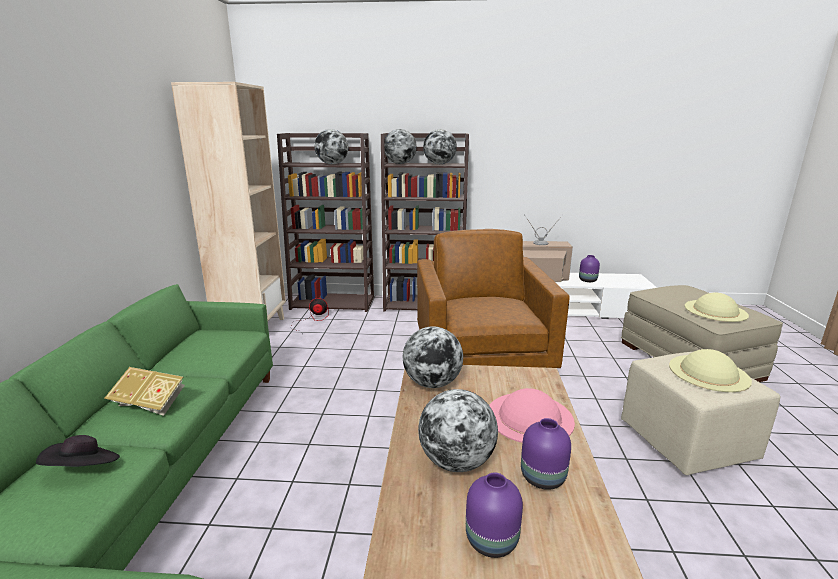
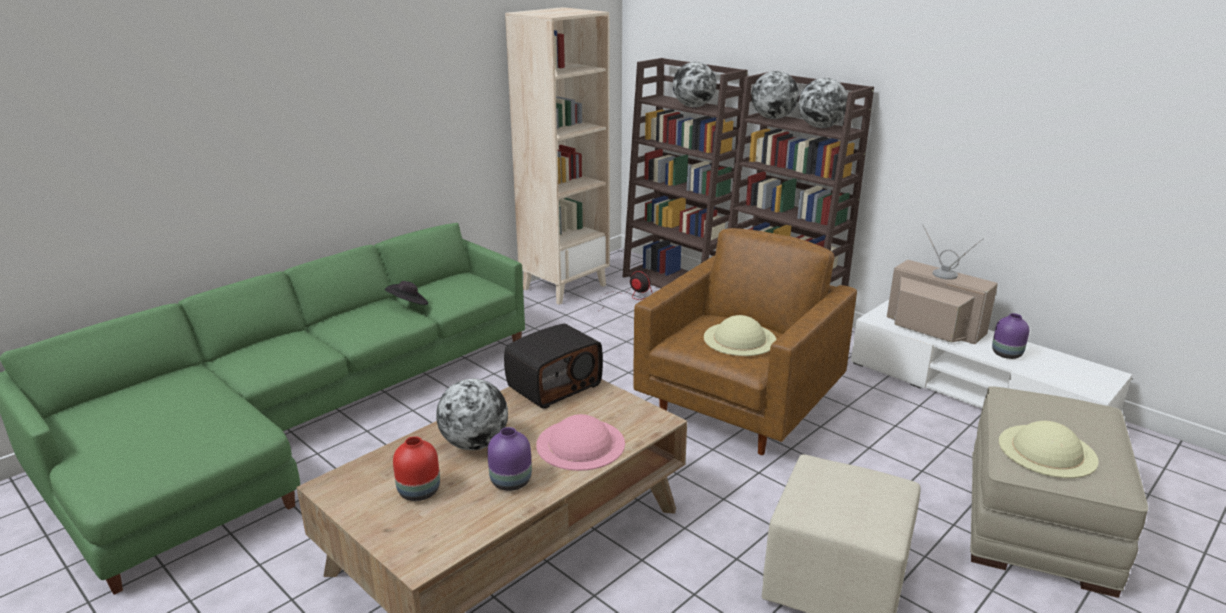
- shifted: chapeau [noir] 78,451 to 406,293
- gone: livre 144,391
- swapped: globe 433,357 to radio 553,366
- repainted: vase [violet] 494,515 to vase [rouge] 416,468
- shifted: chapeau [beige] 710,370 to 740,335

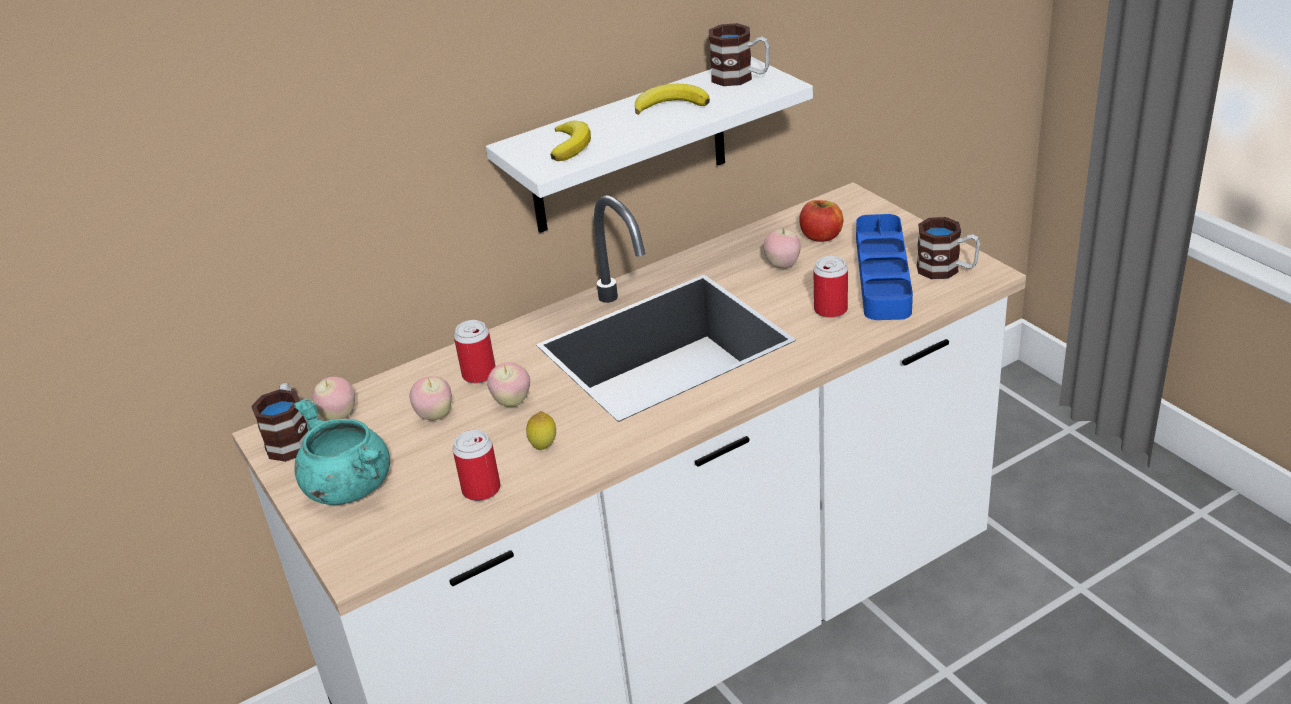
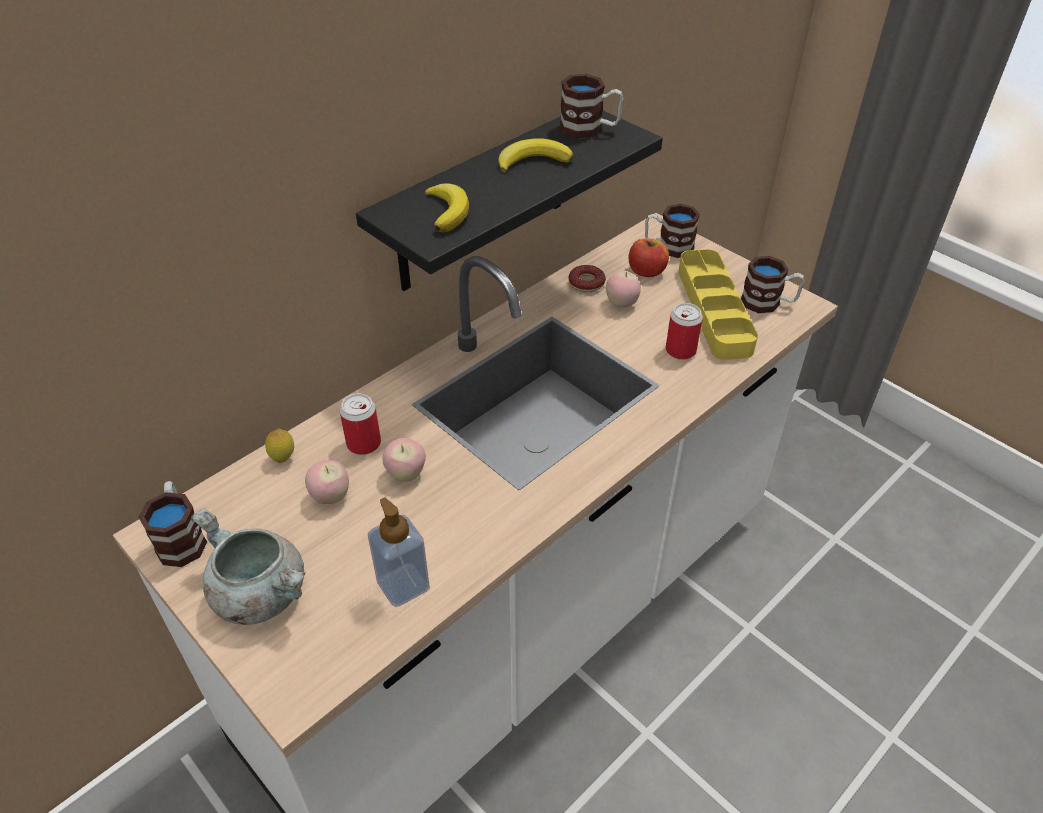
- repainted: marmite [turquoise] 342,451 to marmite [gris] 248,566
- gone: pomme 333,398
- swapped: boîte métallique 476,465 to distributeur de savon 399,552
- repainted: étagère [blanc] 649,145 to étagère [noir] 509,201
- shifted: citron 541,430 to 279,446
- repainted: plateau [bleu] 884,267 to plateau [jaune] 718,304
- new: beignet 587,278
- new: mug 672,231

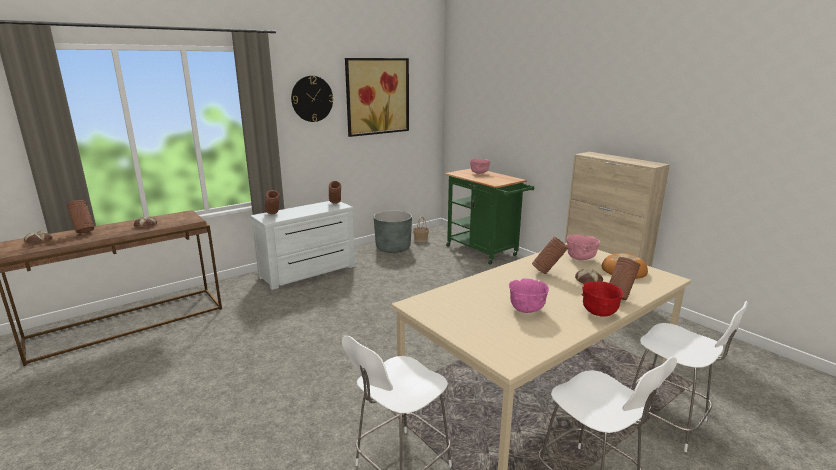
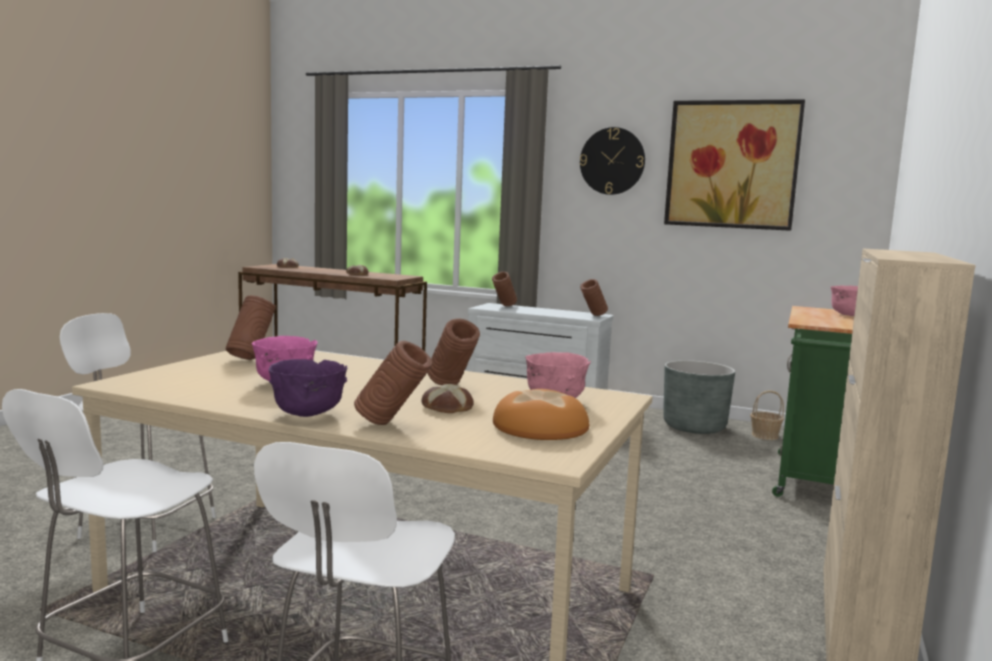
- shifted: vase [marron] 80,216 to 251,327
- repainted: bol [rouge] 602,299 to bol [violet] 308,388

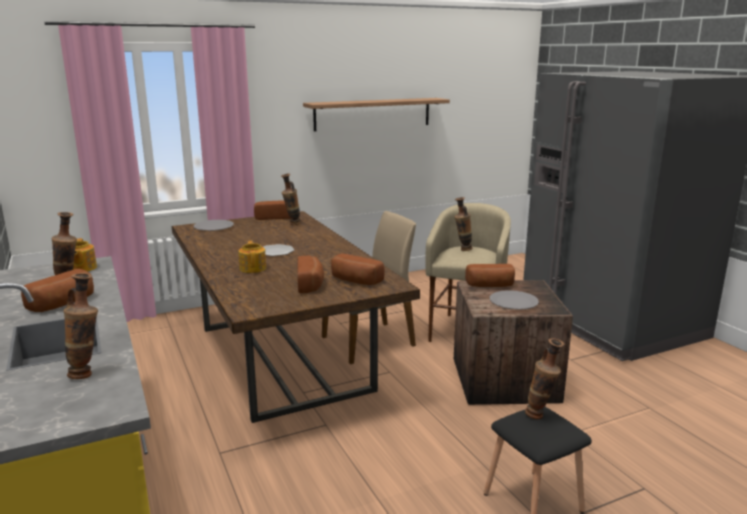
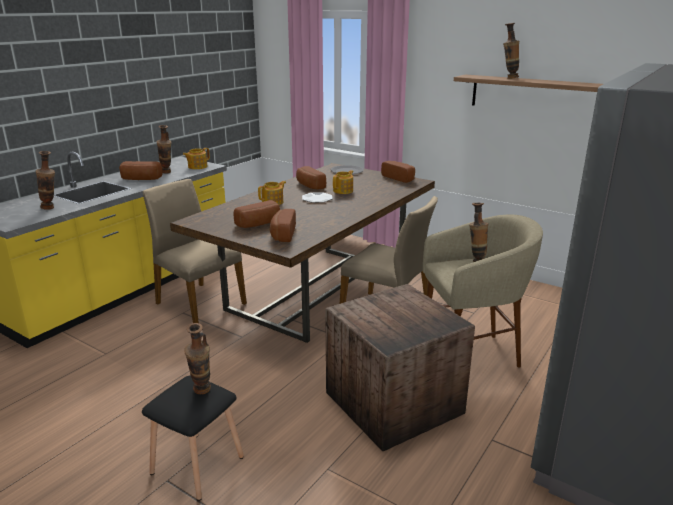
- shifted: vase 291,199 to 511,51
- shifted: pain 490,275 to 311,178
- gone: assiette [gris] 514,300
- new: chaise [beige] 195,251
- new: théière 343,182

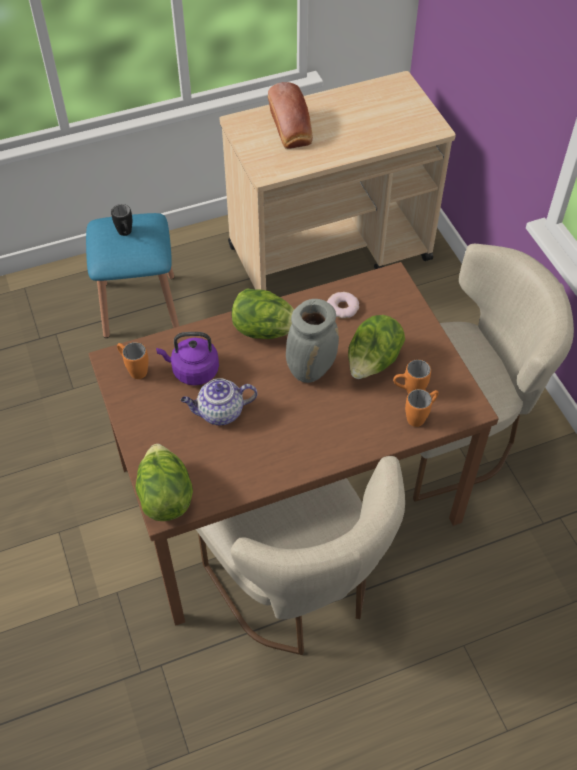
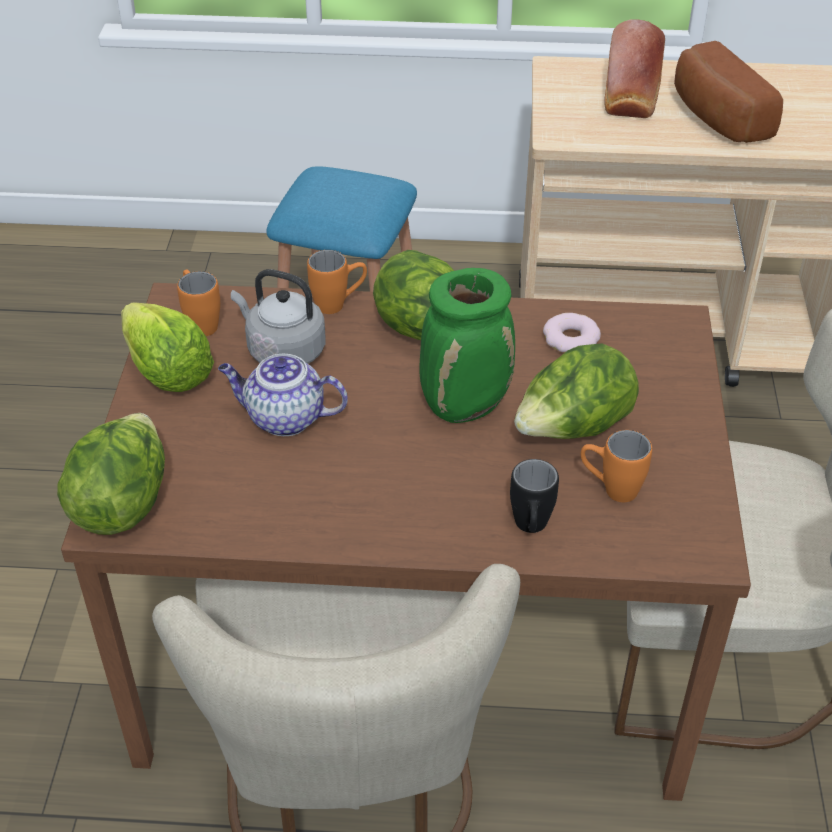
- shifted: mug [noir] 121,220 to 534,496
- repainted: bouilloire [violet] 187,359 to bouilloire [gris] 278,316
- repainted: vase [gris] 312,341 to vase [vert] 467,345
- shifted: mug [orange] 422,408 to 337,282
- new: laitue 167,347
- new: pain 728,92

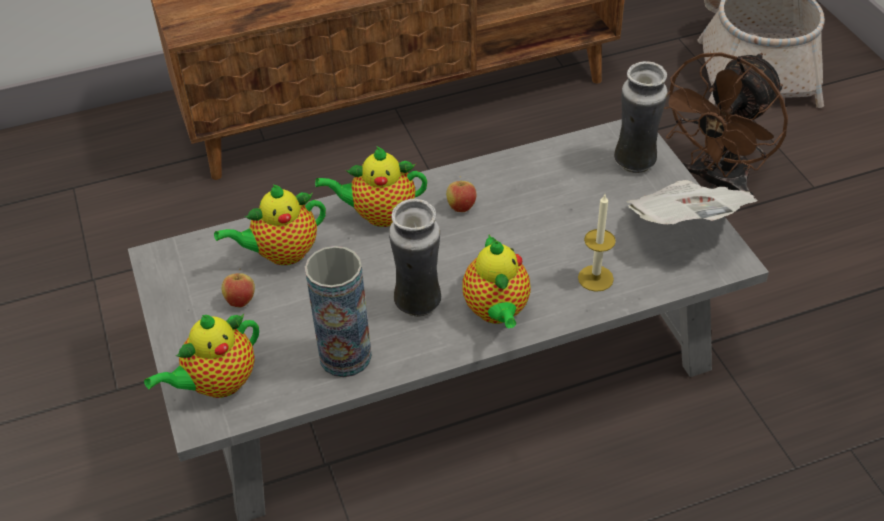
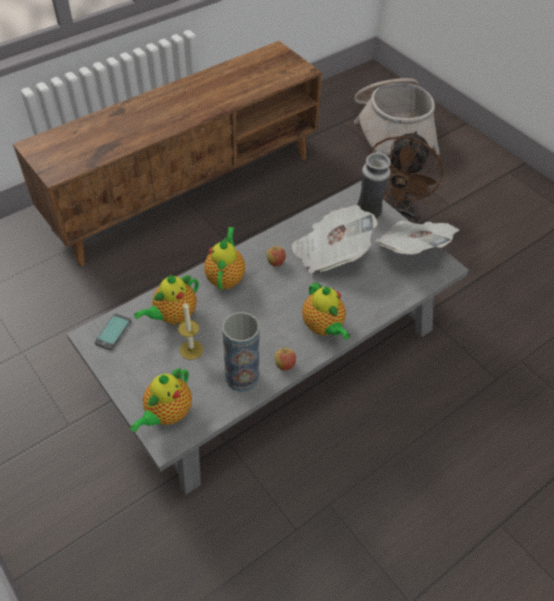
- shifted: pomme 238,288 to 285,357
- rotated: théière 371,186 = 224,258 120 degrees clockwise
- gone: vase 415,258
- shifted: bougie 597,243 to 190,331
- new: téléphone 112,331
- new: journal 334,239

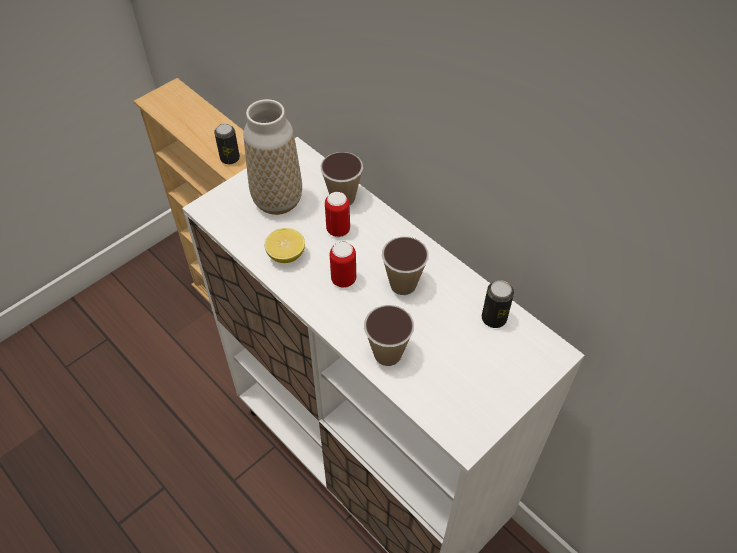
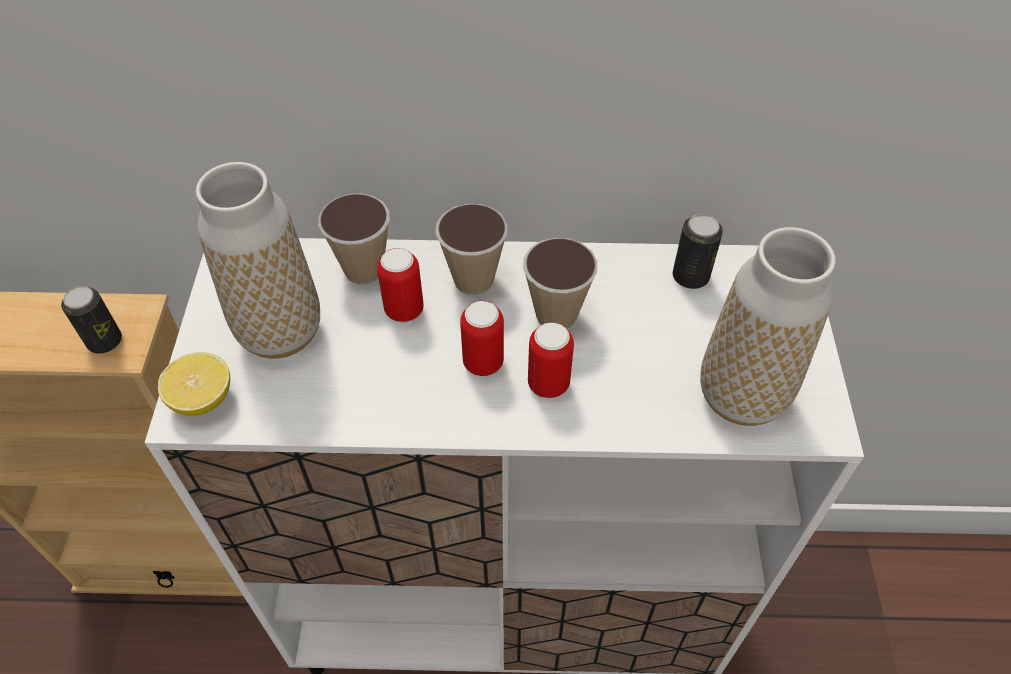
- shifted: citron 285,245 to 194,384
- shifted: tasse 389,335 to 471,249
- new: boîte métallique 551,360
- new: vase 768,326

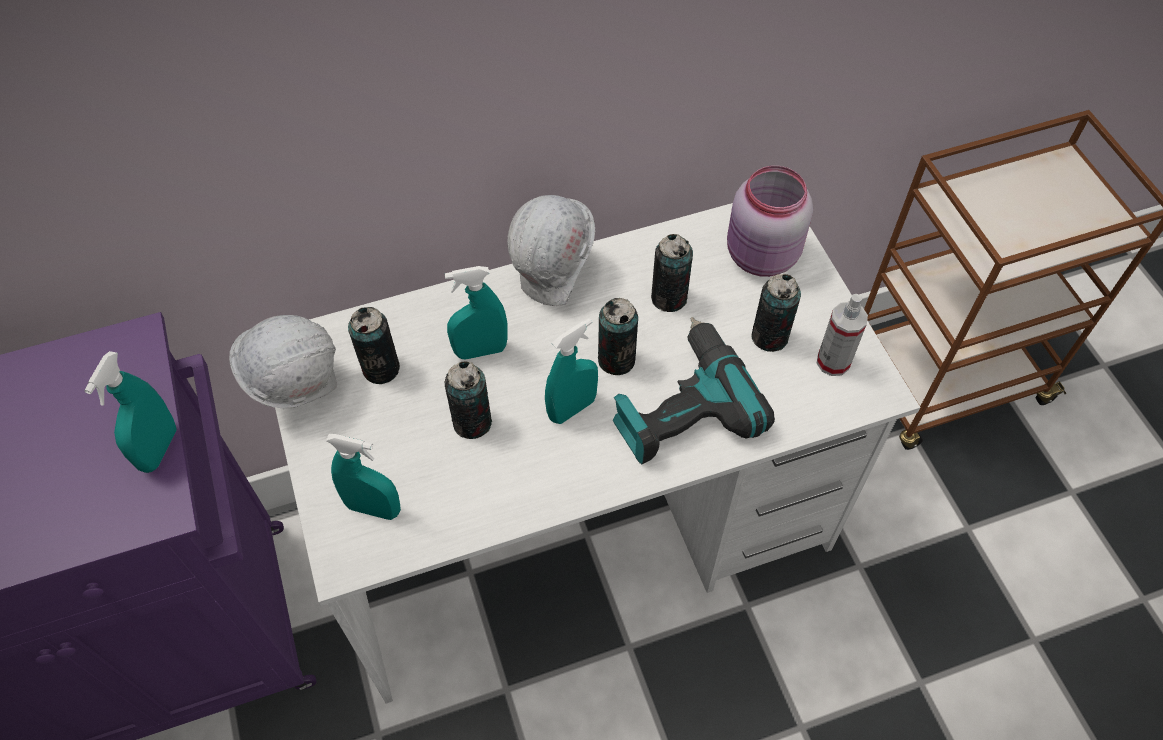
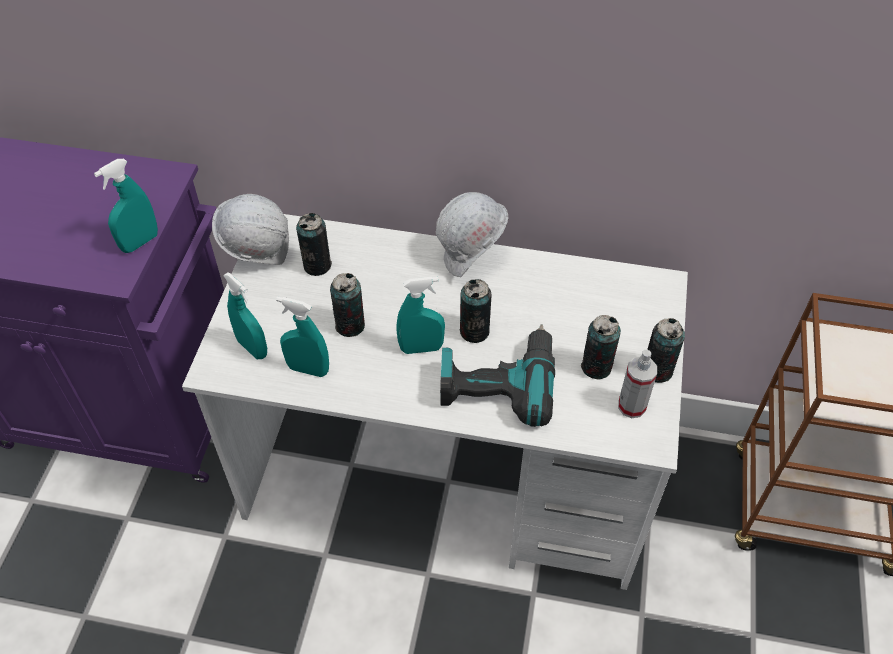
- shifted: vaporisateur [turquoise] 476,312 to 302,337
- shifted: boîte métallique 672,273 to 666,350
- gone: bocal [rose] 770,221

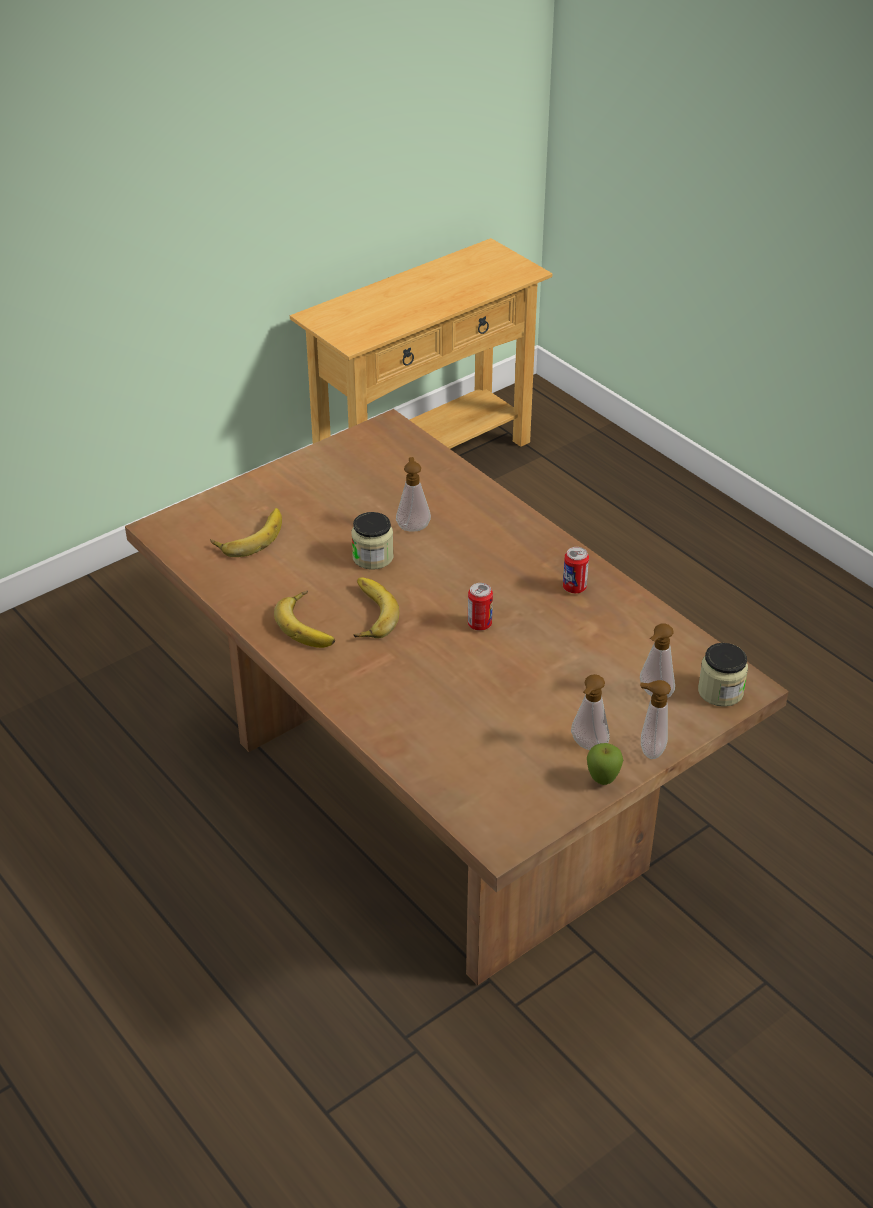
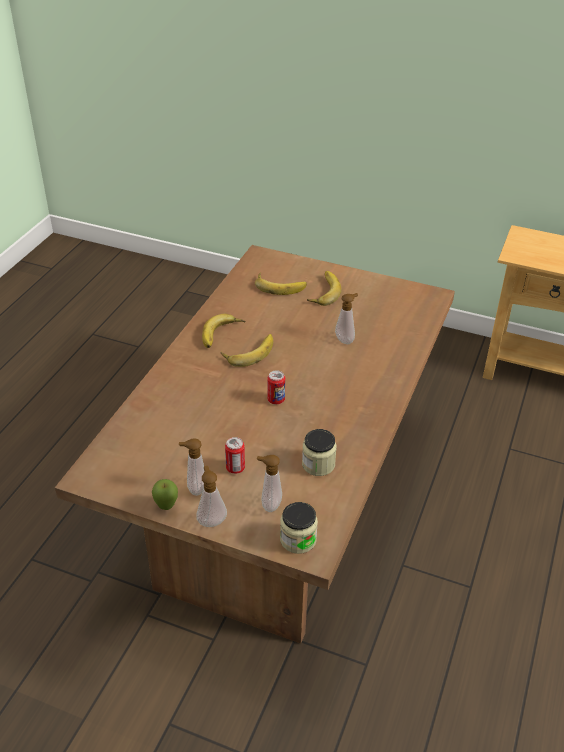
- shifted: bocal 372,541 to 319,452
- shifted: boîte métallique 576,570 to 235,455
- new: banane 324,288

